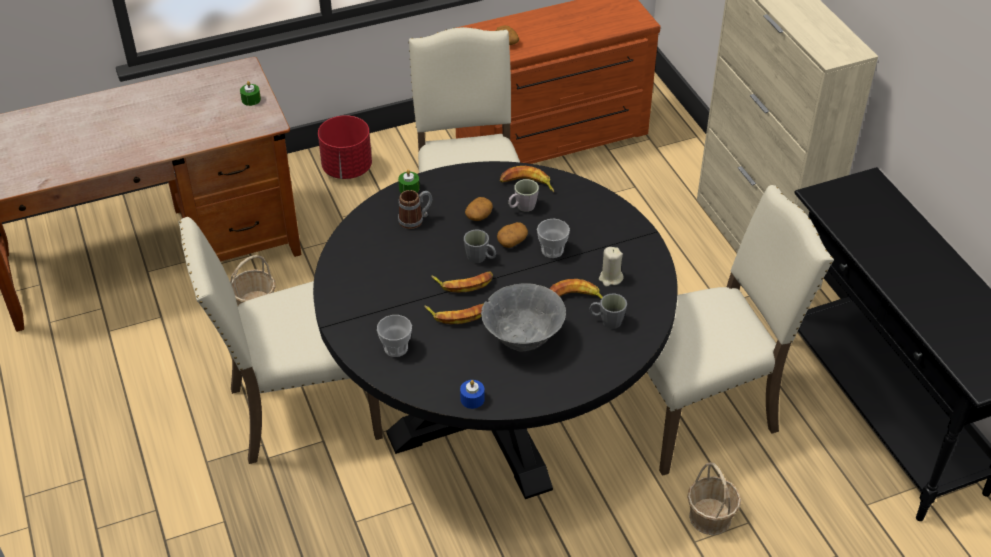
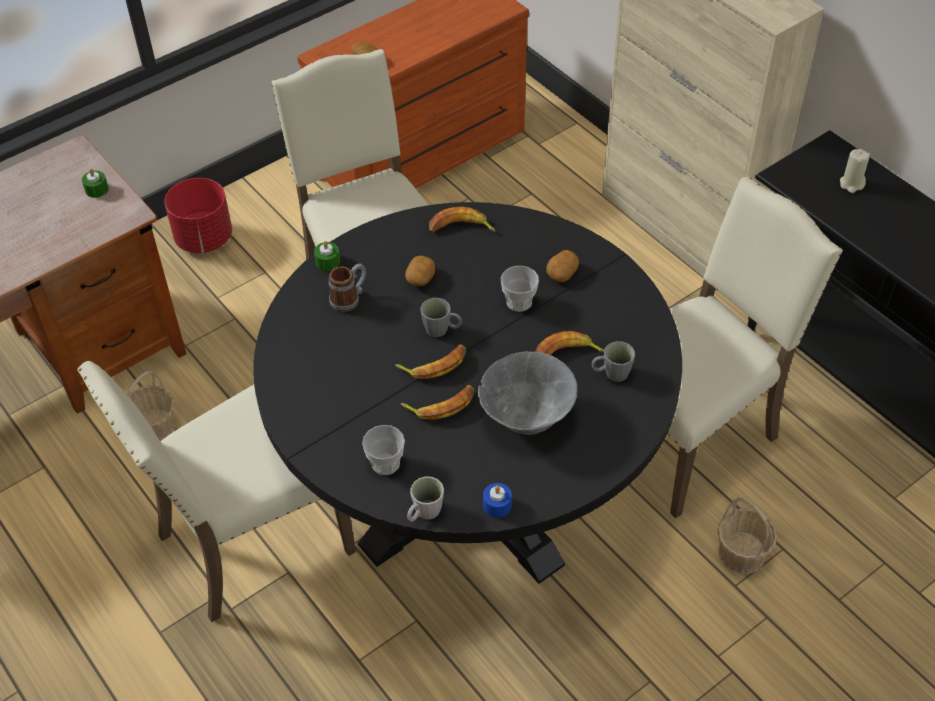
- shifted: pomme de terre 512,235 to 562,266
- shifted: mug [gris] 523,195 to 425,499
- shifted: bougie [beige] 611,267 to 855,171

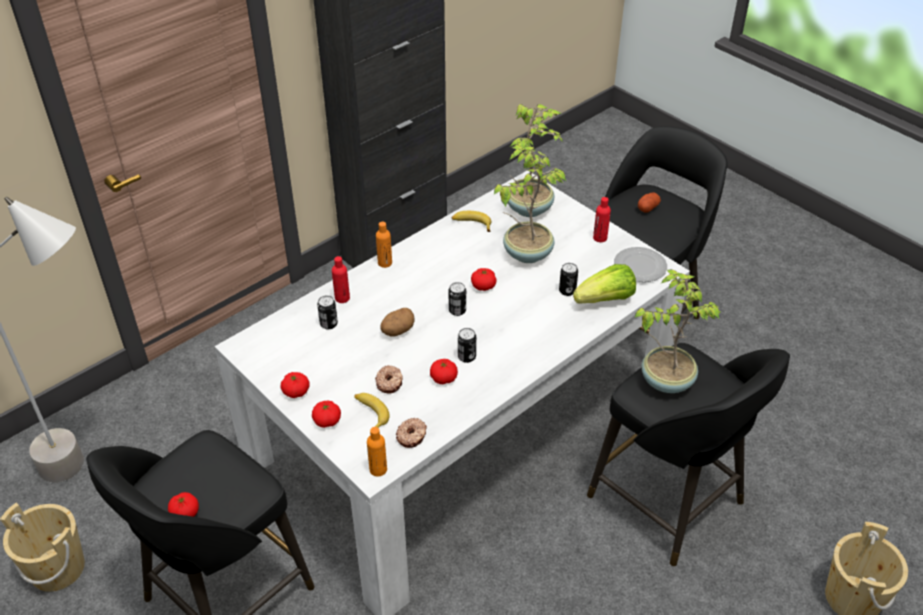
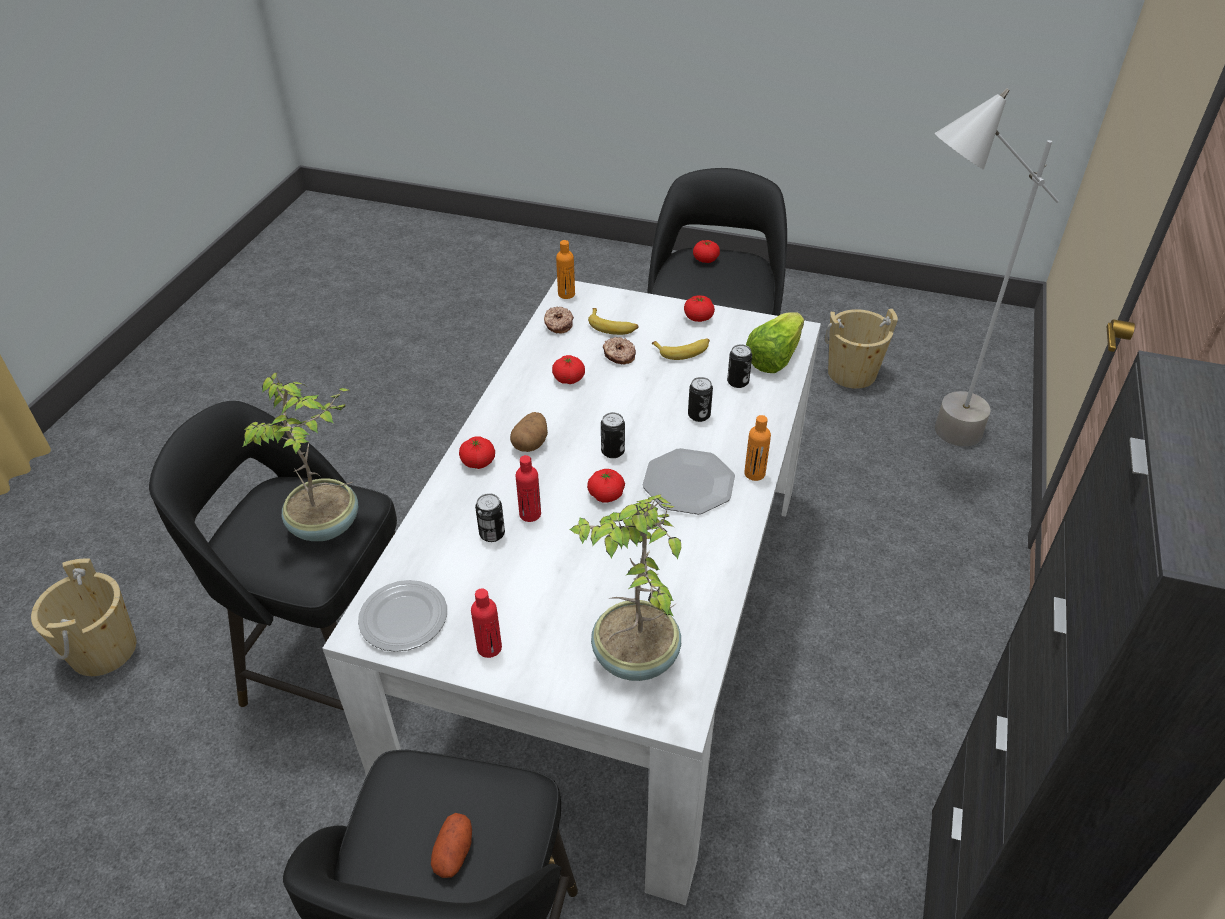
- shifted: tomate 326,414 to 477,452
- shifted: bouteille [rouge] 341,279 to 528,488
- shifted: pomme de terre 397,322 to 529,432
- shifted: banane 471,221 to 681,349
- shifted: boîte métallique 467,345 to 700,399
- gone: plante en pot 530,204
- shifted: laitue 604,283 to 775,342
- new: assiette 689,481

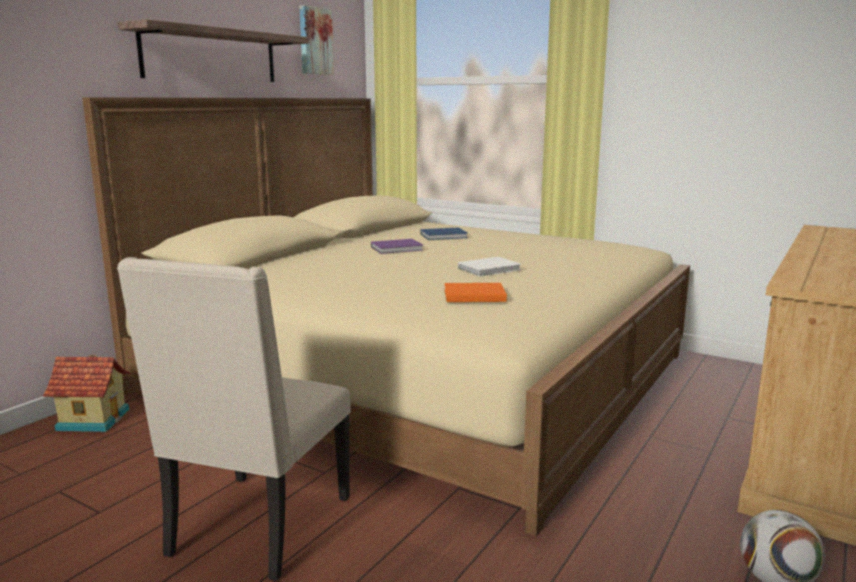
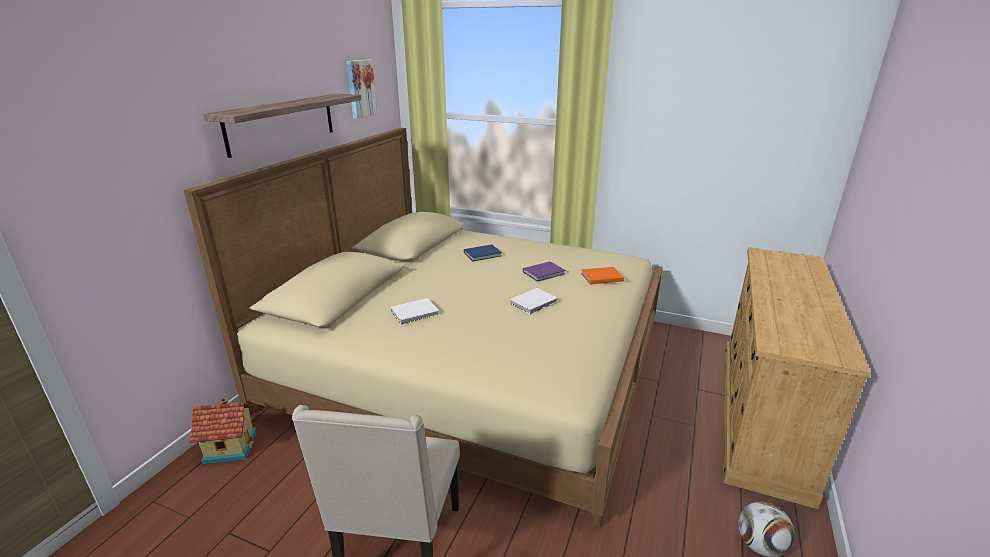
- shifted: livre [violet] 397,246 to 544,271
- shifted: livre [orange] 475,292 to 602,276
- new: livre [blanc] 415,311

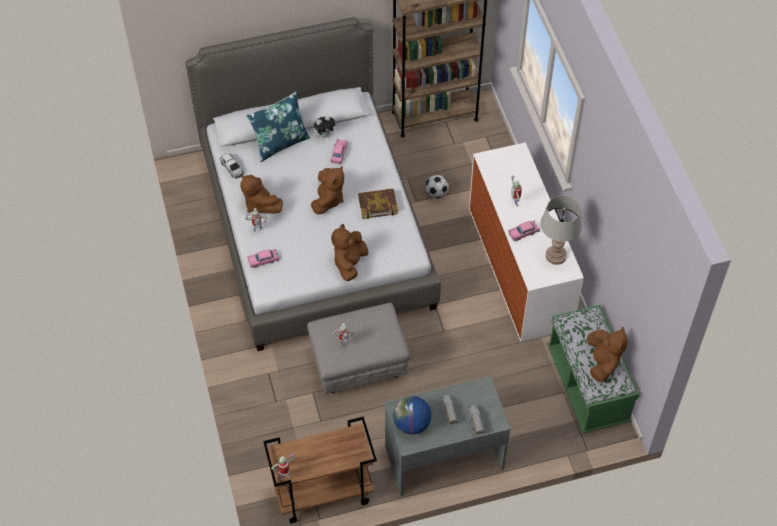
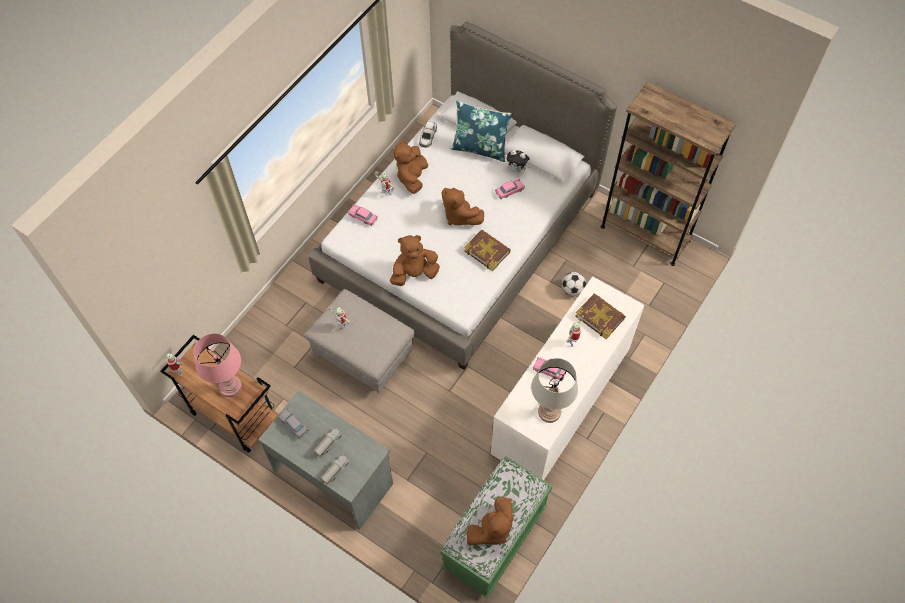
- rotated: peluche [marron] 327,190 = 463,206 75 degrees clockwise
- swapped: globe 412,415 to petite voiture [gris] 293,423
- new: lampe de table [rose] 218,365
- new: livre 600,316

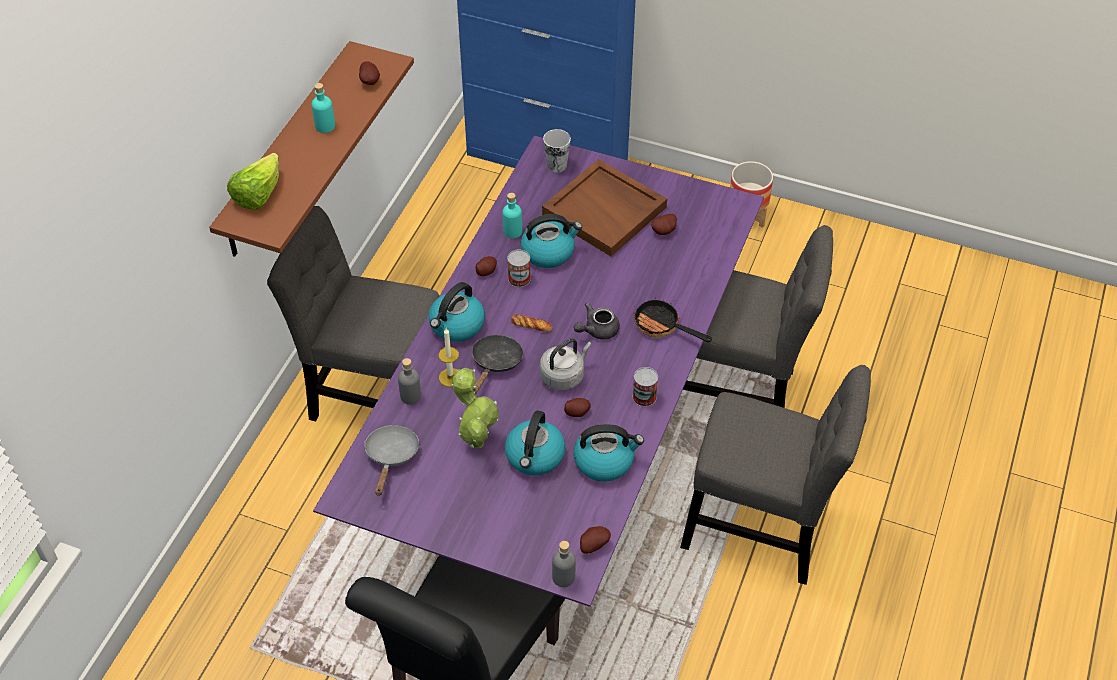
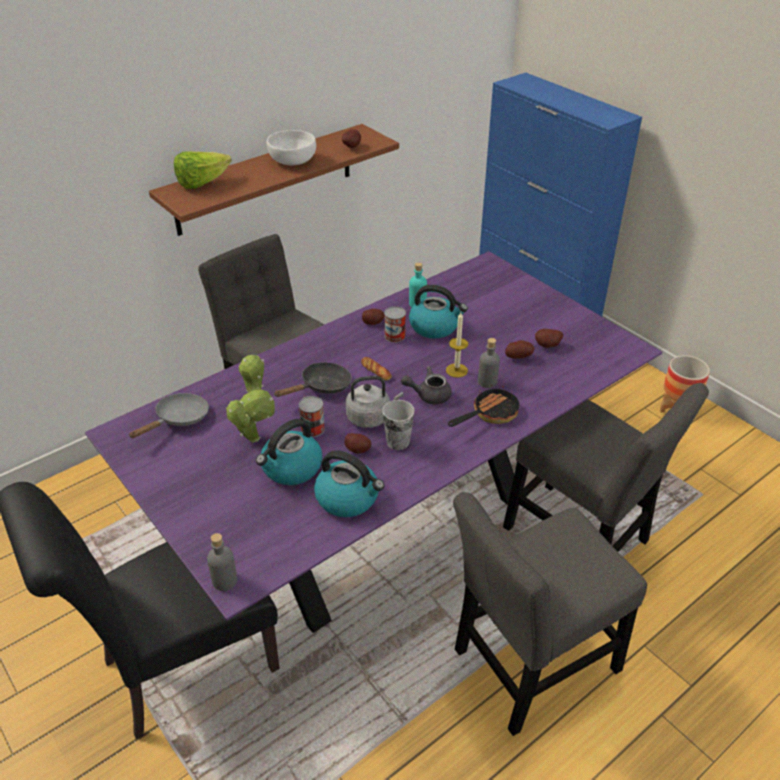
- swapped: bouteille [turquoise] 323,108 to bol [blanc] 291,147
- shifted: bouteille [gris] 409,381 to 489,363
- gone: bouilloire 456,312
- shifted: bougie 448,357 to 457,345
- gone: plateau [marron] 604,207
- shifted: tasse 557,151 to 398,425
- shifted: pomme de terre 595,540 to 520,349
- rotated: poêle 672,321 = 484,406 75 degrees clockwise
- shifted: boîte métallique 645,387 to 311,416
- rotated: chaise [gris] 775,475 = 550,614 105 degrees clockwise

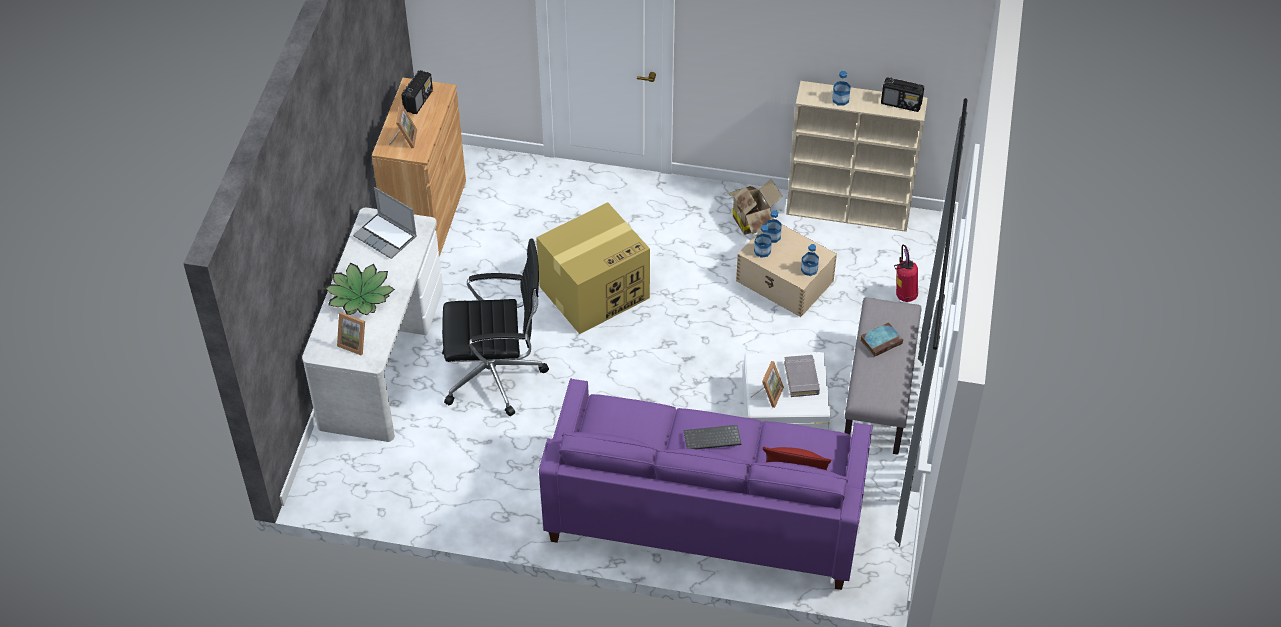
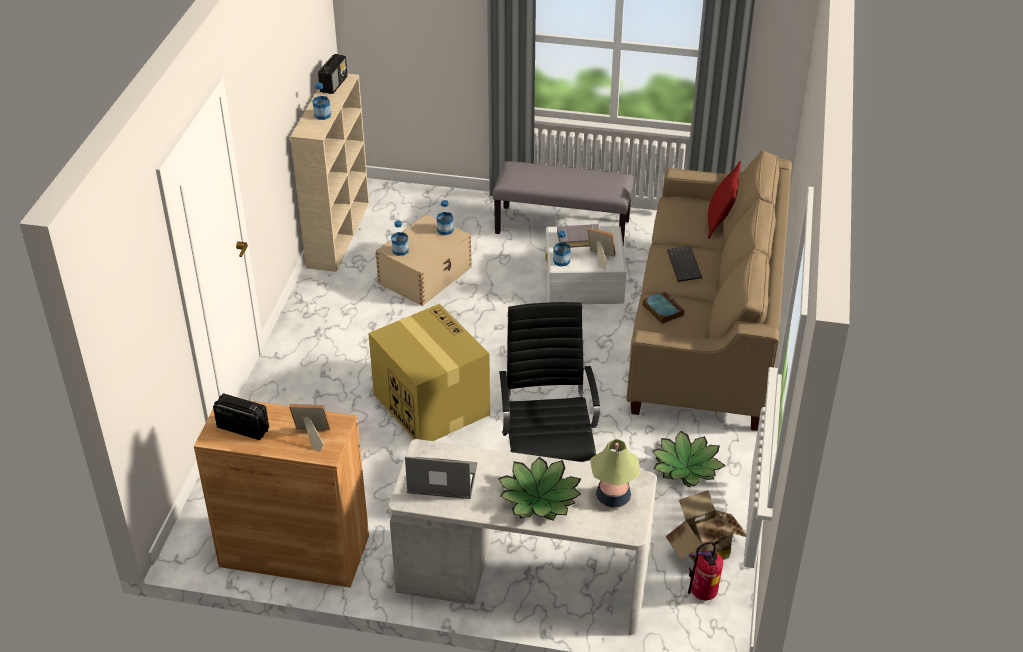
- swapped: cadre photo 351,333 to lampe de table 615,474
- rotated: ordinateur portable 385,223 = 441,478 120 degrees counterclockwise
- repainted: canapé [violet] 706,484 to canapé [beige] 709,290
- shifted: carton 755,207 to 706,526
- shifted: bouteille 763,241 to 561,249
- shifted: livre 881,339 to 664,307
- shifted: extincteur 906,273 to 705,571
- new: plante en pot 689,459

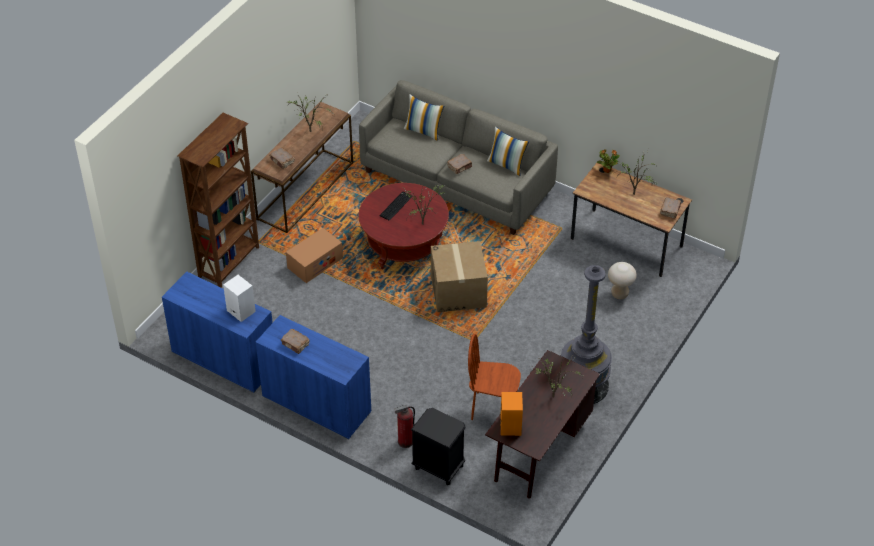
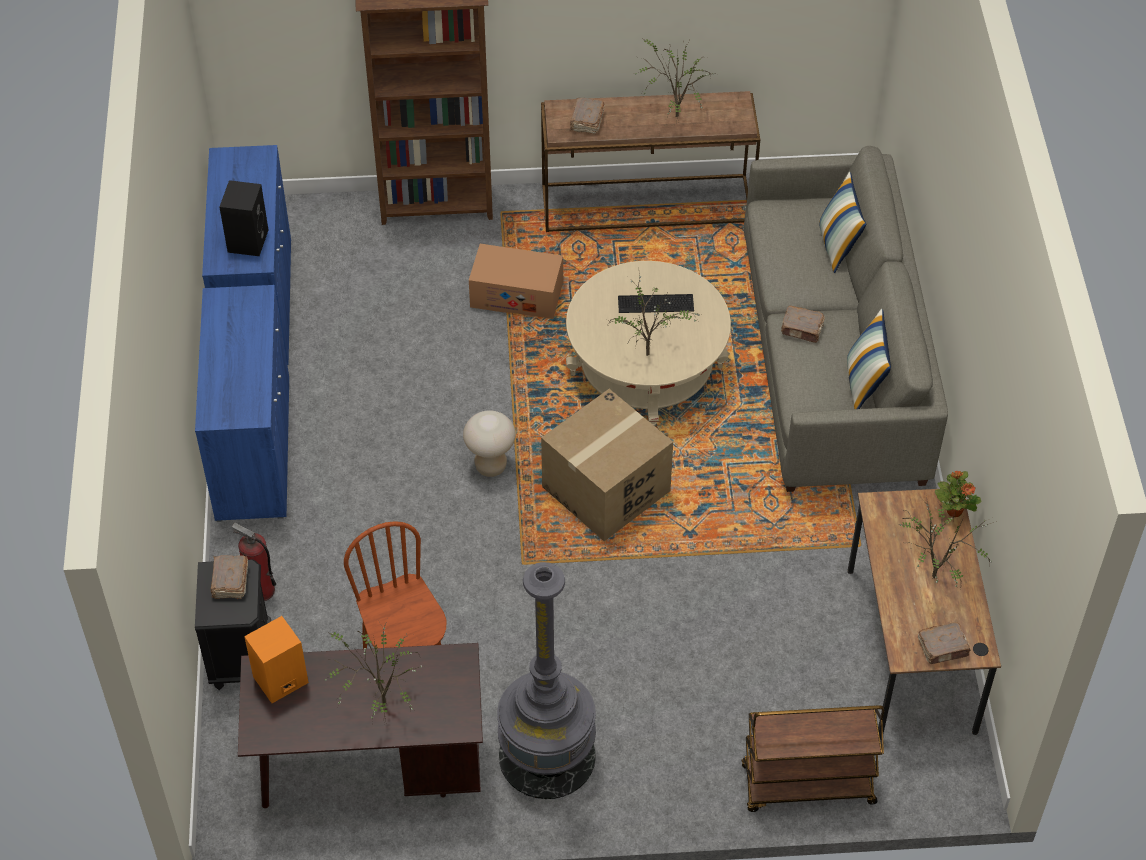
- repainted: enceinte [blanc] 239,298 to enceinte [noir] 243,218
- shifted: livre [marron] 295,341 to 229,577
- repainted: table basse [rouge] 404,226 to table basse [beige] 648,343
- shifted: tabouret [beige] 622,280 to 489,443
- new: chariot [marron] 813,758

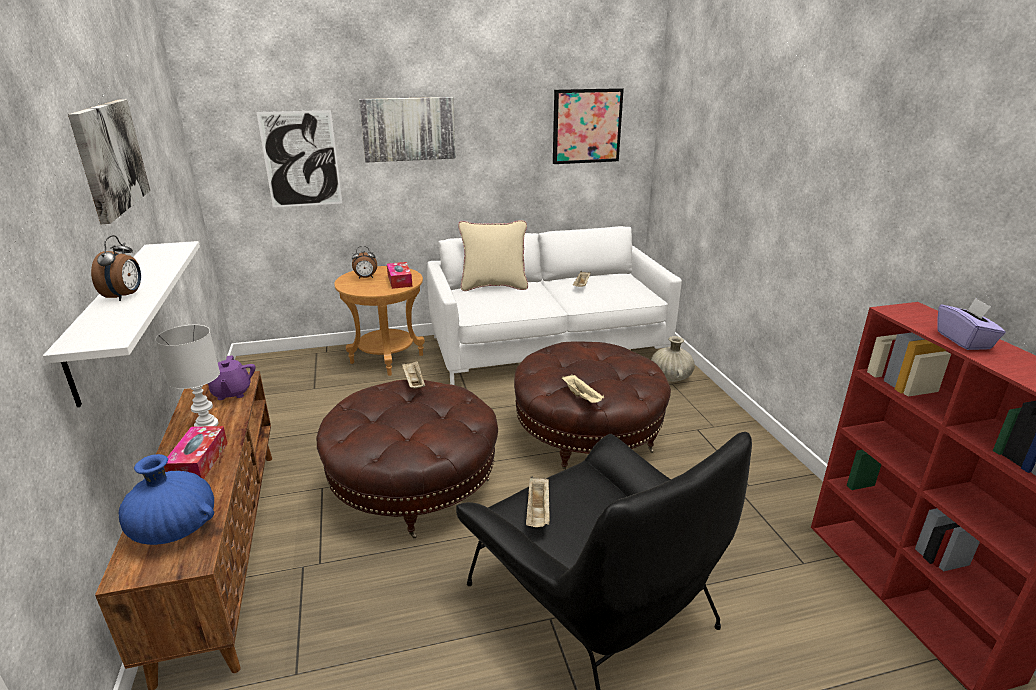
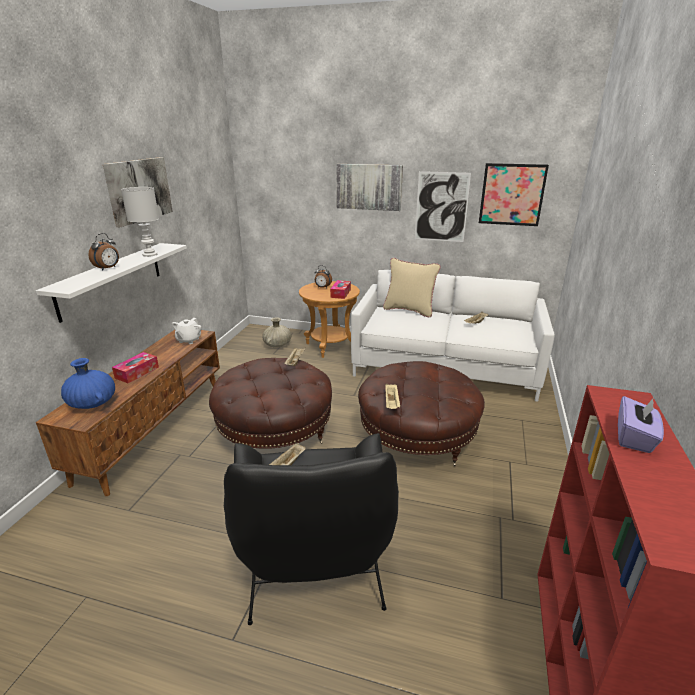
- shifted: lampe de table [blanc] 187,376 to 140,222
- repainted: théière [violet] 232,377 to théière [blanc] 187,331
- shifted: tableau 299,158 to 443,206
- shifted: vase [beige] 673,359 to 276,332

